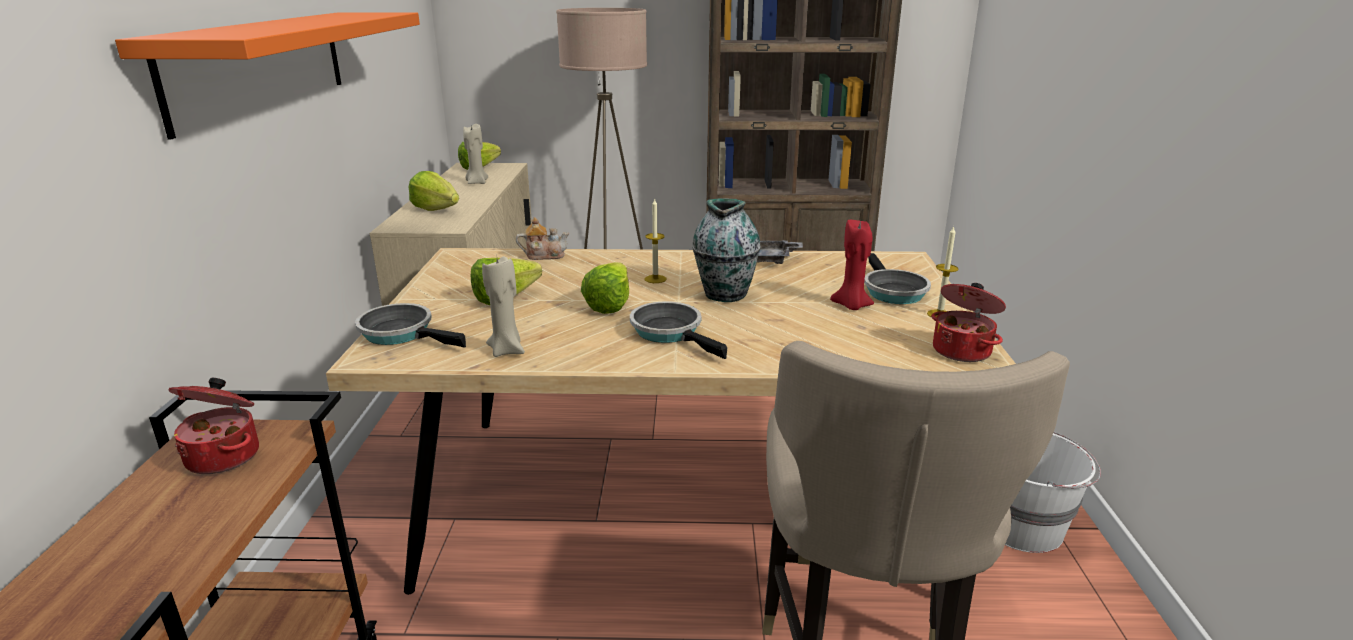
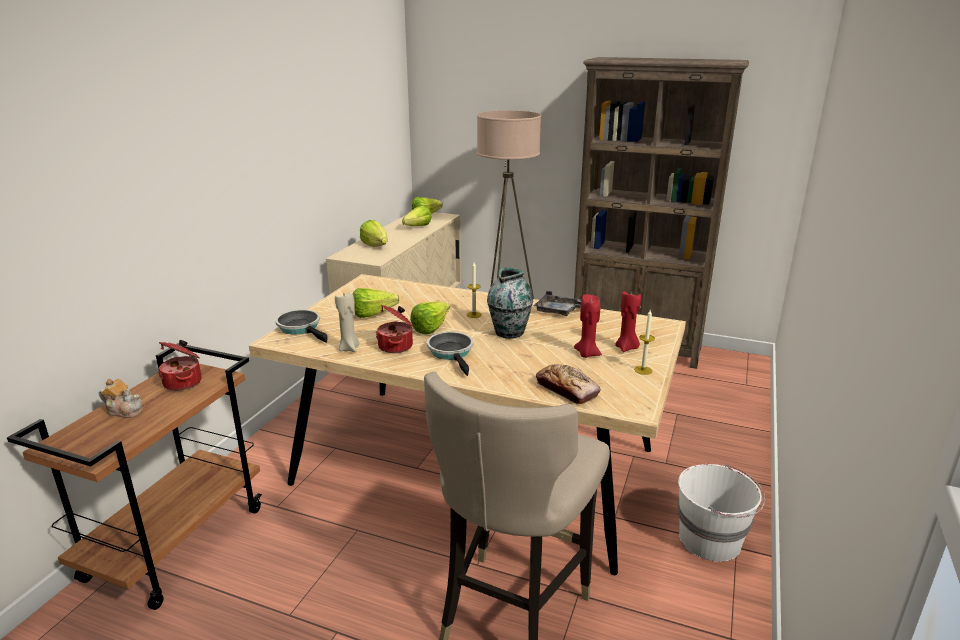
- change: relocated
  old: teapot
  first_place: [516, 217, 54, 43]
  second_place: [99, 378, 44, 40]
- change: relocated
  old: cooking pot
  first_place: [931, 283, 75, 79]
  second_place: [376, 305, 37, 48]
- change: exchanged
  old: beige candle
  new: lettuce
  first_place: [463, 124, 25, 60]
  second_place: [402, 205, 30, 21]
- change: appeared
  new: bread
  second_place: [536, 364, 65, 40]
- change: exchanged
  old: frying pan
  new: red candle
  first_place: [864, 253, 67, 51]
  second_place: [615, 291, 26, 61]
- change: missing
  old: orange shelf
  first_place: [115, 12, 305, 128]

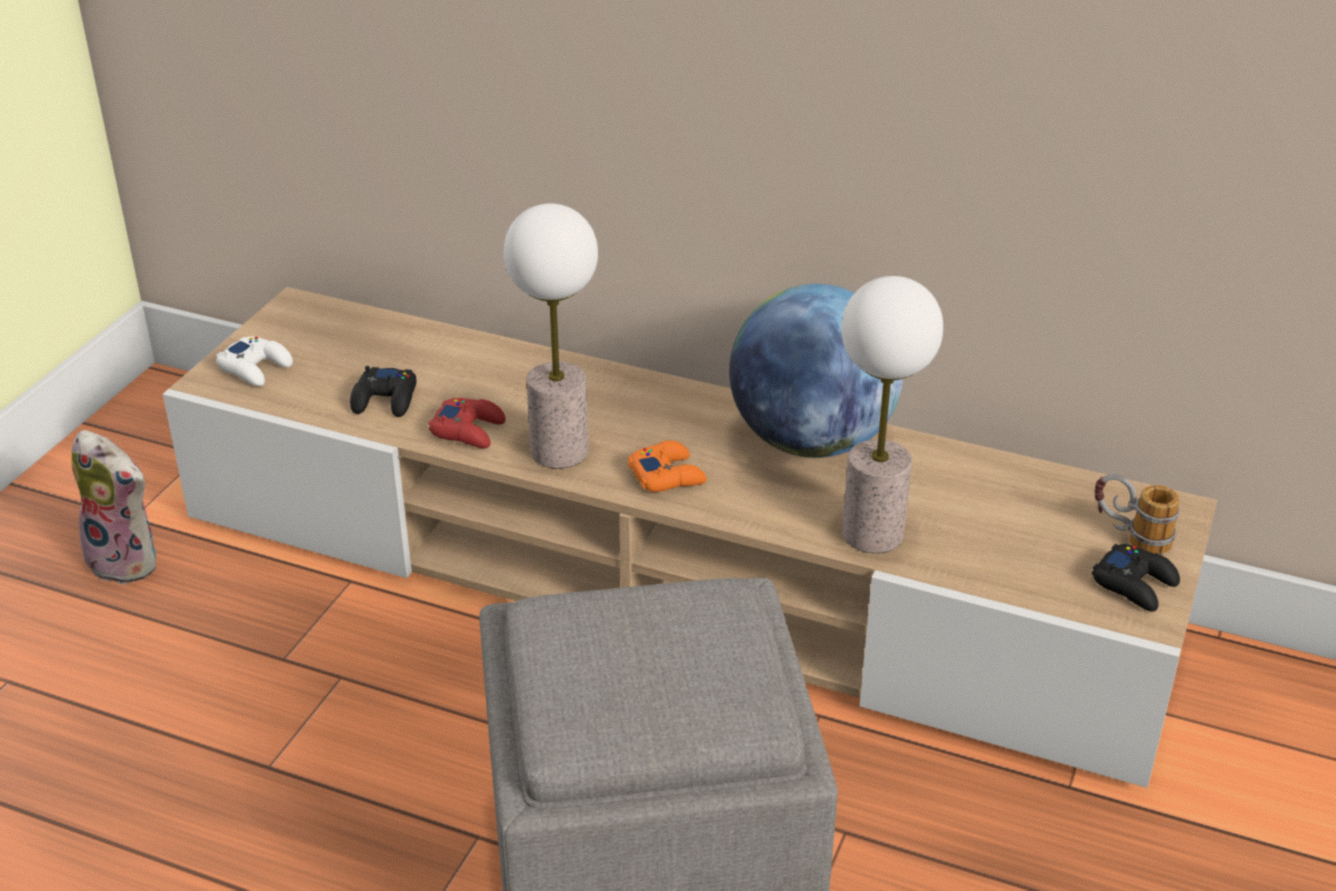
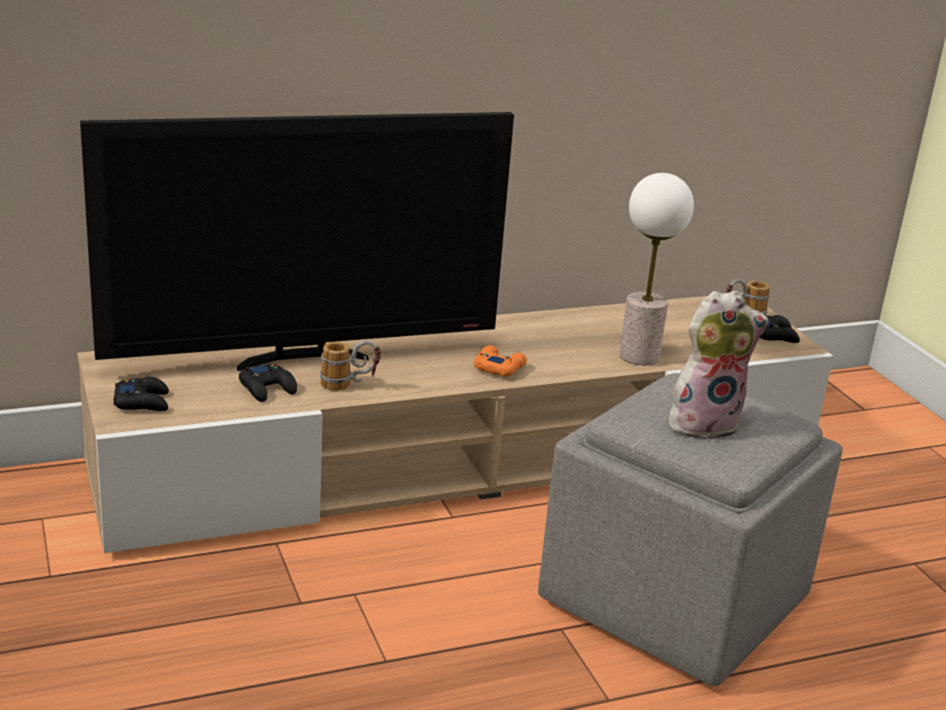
- change: appeared
  new: television
  second_place: [80, 112, 434, 259]
- change: colour
  old: white game controller
  new: black game controller
  first_place: [216, 336, 77, 50]
  second_place: [114, 377, 55, 34]
- change: exchanged
  old: red game controller
  new: mug
  first_place: [429, 398, 77, 50]
  second_place: [320, 340, 61, 51]
- change: relocated
  old: plush toy
  first_place: [72, 430, 84, 155]
  second_place: [669, 291, 100, 149]
- change: missing
  old: table lamp
  first_place: [504, 203, 94, 266]
- change: missing
  old: globe
  first_place: [729, 284, 174, 174]

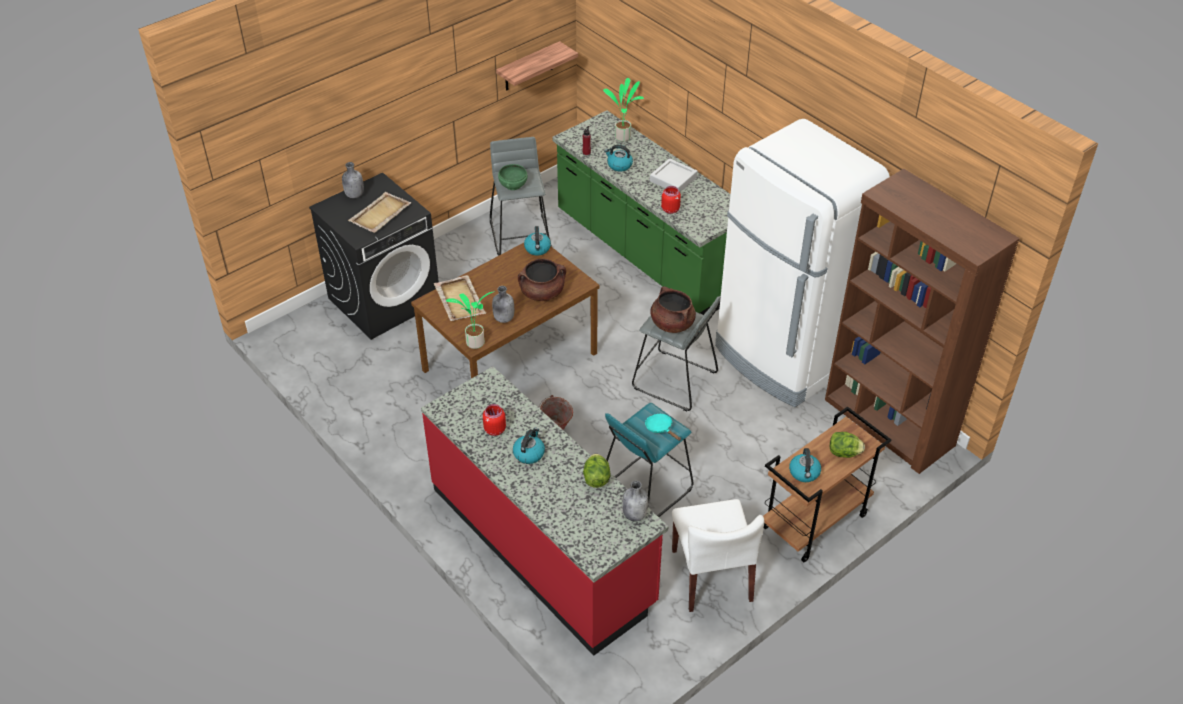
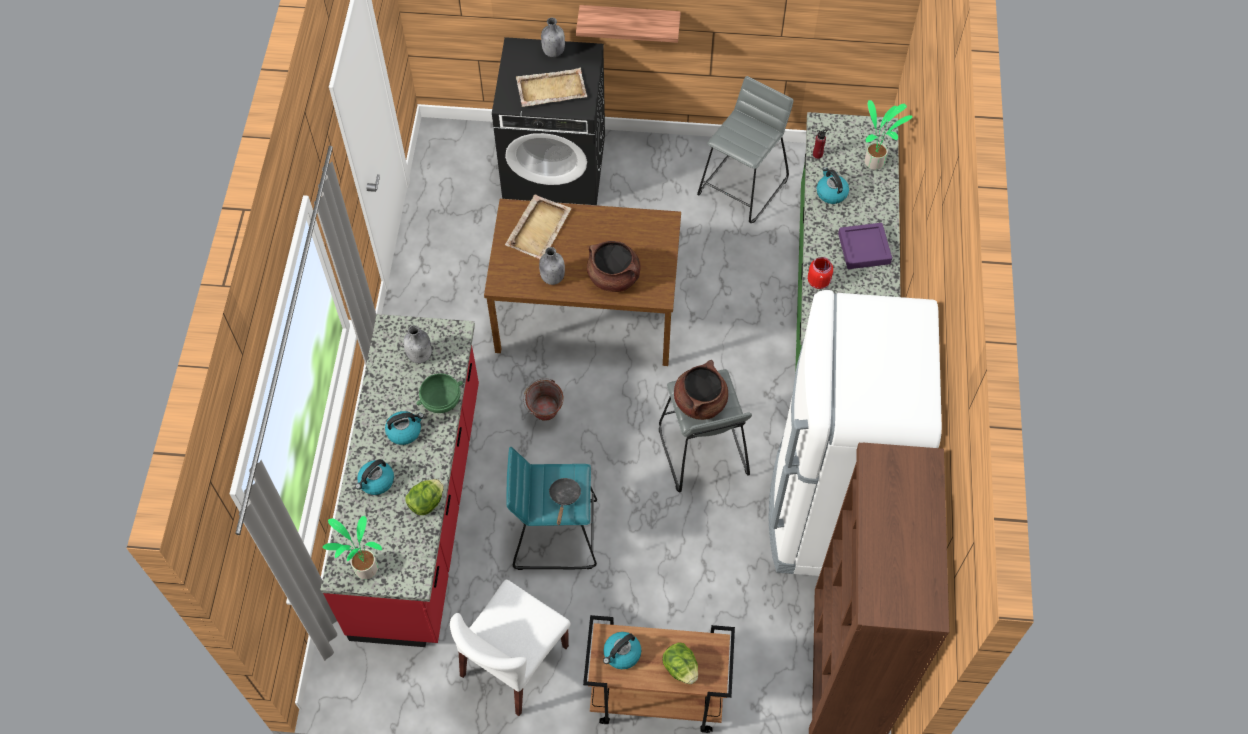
- change: relocated
  old: potted plant
  first_place: [446, 292, 47, 57]
  second_place: [323, 516, 59, 63]
- change: relocated
  old: kettle
  first_place: [524, 226, 27, 29]
  second_place: [355, 459, 39, 36]
- change: relocated
  old: grey bottle
  first_place: [622, 481, 26, 40]
  second_place: [403, 325, 29, 38]
- change: relocated
  old: green bowl
  first_place: [498, 164, 29, 26]
  second_place: [417, 373, 46, 40]
- change: colour
  old: turquoise frying pan
  new: black frying pan
  first_place: [645, 414, 36, 27]
  second_place: [549, 478, 32, 47]
- change: relocated
  old: shelf
  first_place: [496, 41, 82, 49]
  second_place: [576, 5, 105, 38]
- change: colour
  old: grey tray
  new: purple tray
  first_place: [650, 158, 47, 34]
  second_place: [838, 223, 54, 46]
- change: missing
  old: red jar
  first_place: [483, 404, 23, 32]

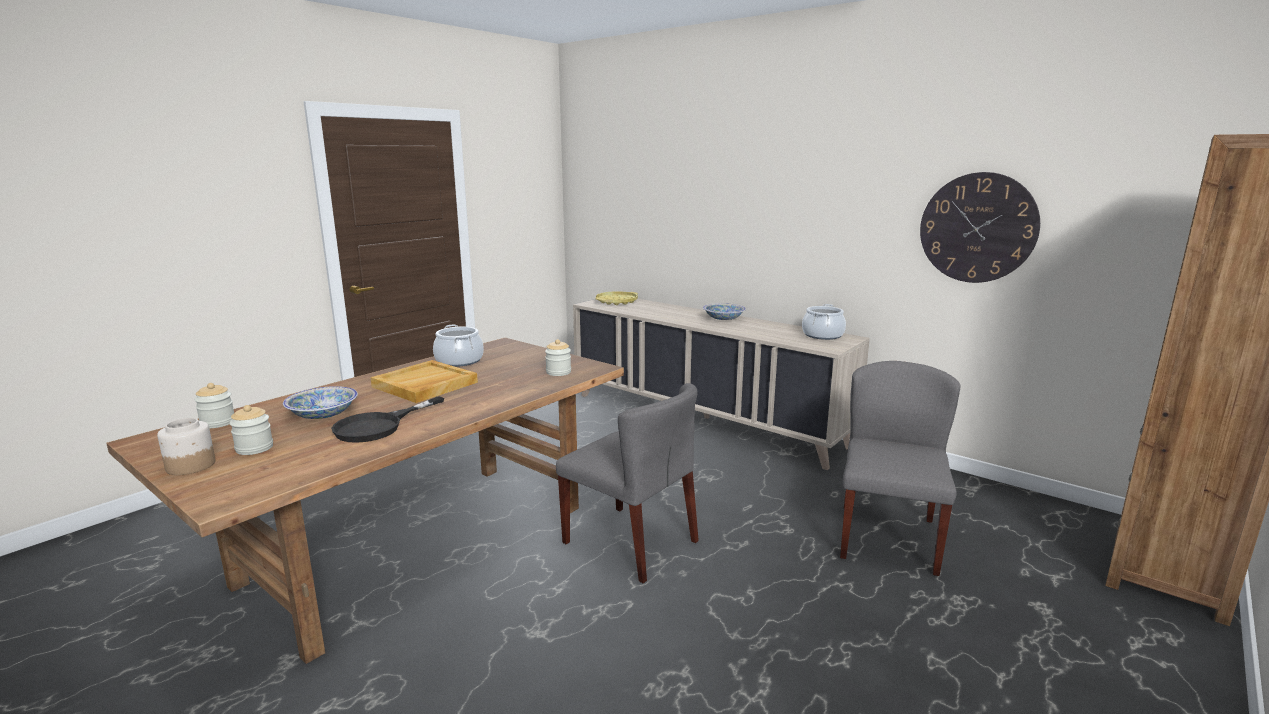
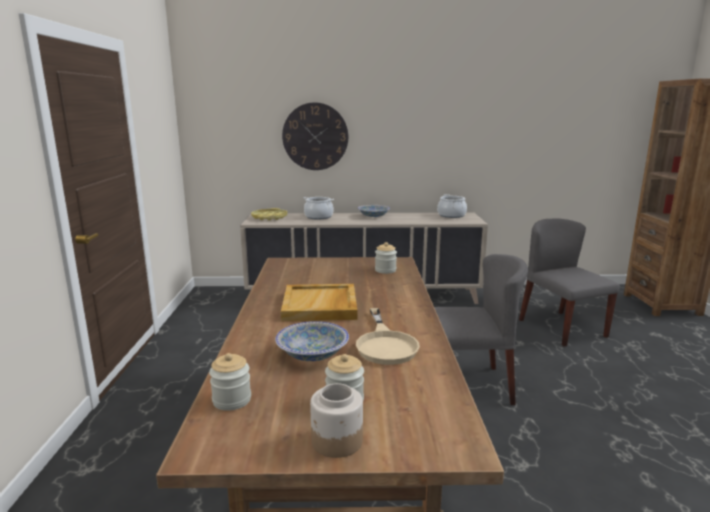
- change: relocated
  old: wall clock
  first_place: [920, 172, 120, 111]
  second_place: [282, 102, 66, 68]
- change: relocated
  old: cooking pot
  first_place: [433, 325, 51, 42]
  second_place: [303, 197, 31, 23]
- change: colour
  old: black frying pan
  new: beige frying pan
  first_place: [331, 396, 113, 47]
  second_place: [356, 308, 64, 57]

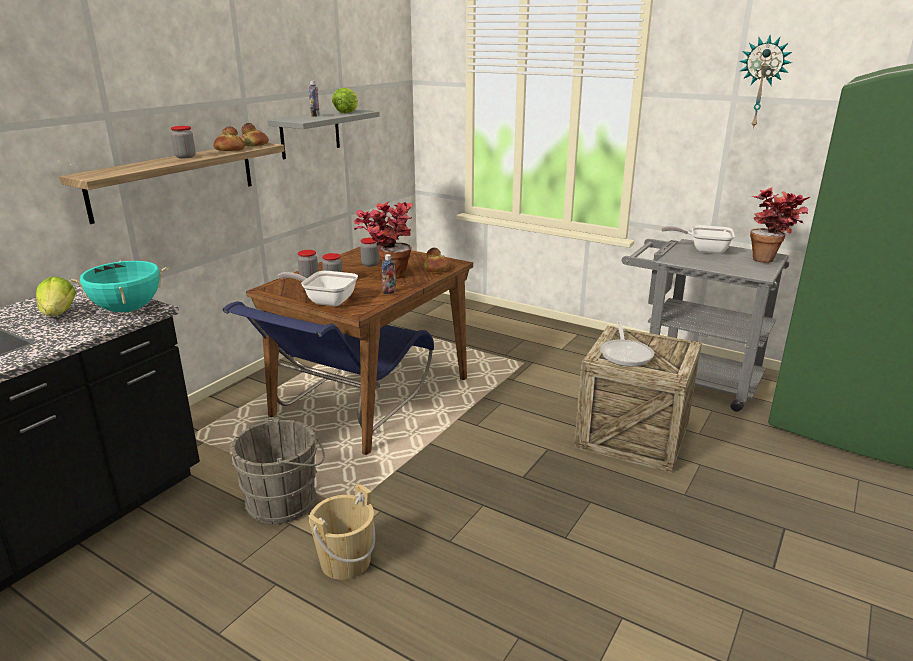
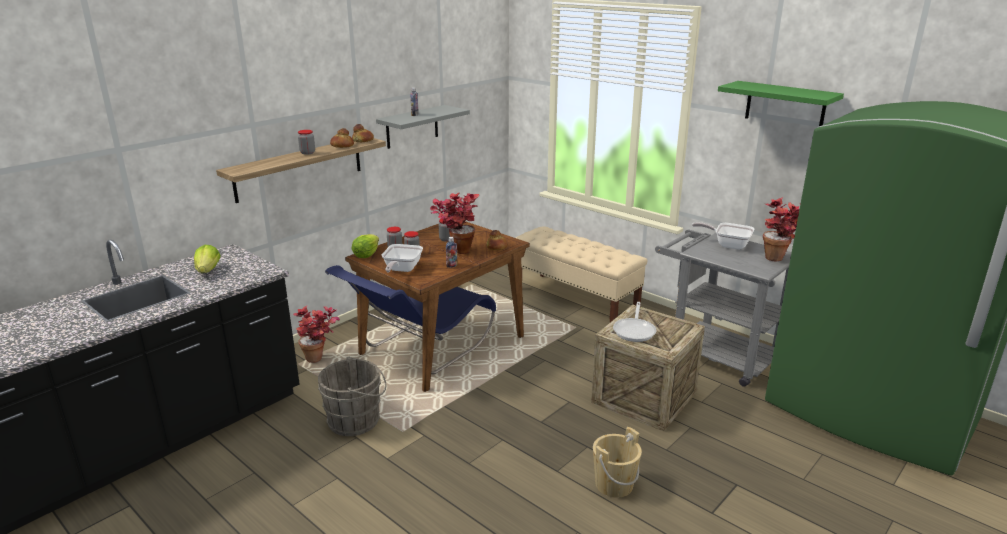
- change: appeared
  new: potted plant
  second_place: [293, 306, 47, 57]
- change: relocated
  old: lettuce
  first_place: [332, 88, 26, 25]
  second_place: [352, 234, 27, 24]
- change: spun
  old: frying pan
  first_place: [278, 271, 80, 35]
  second_place: [382, 244, 41, 28]
  degrees: -105
- change: appeared
  new: beige bench
  second_place: [516, 226, 131, 96]
- change: relocated
  old: beige bucket
  first_place: [309, 484, 66, 96]
  second_place: [593, 427, 49, 71]
- change: exchanged
  old: wall clock
  new: green shelf
  first_place: [739, 35, 53, 94]
  second_place: [718, 81, 126, 45]
- change: missing
  old: turquoise cooking pot
  first_place: [69, 261, 99, 51]

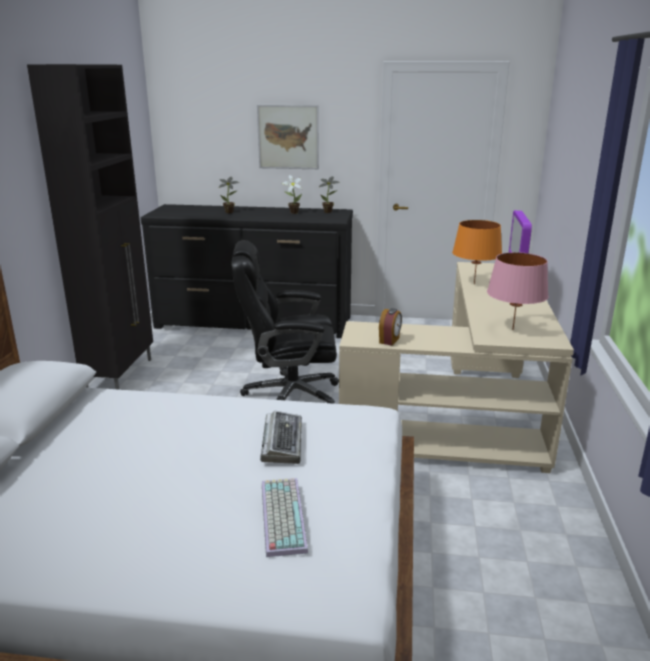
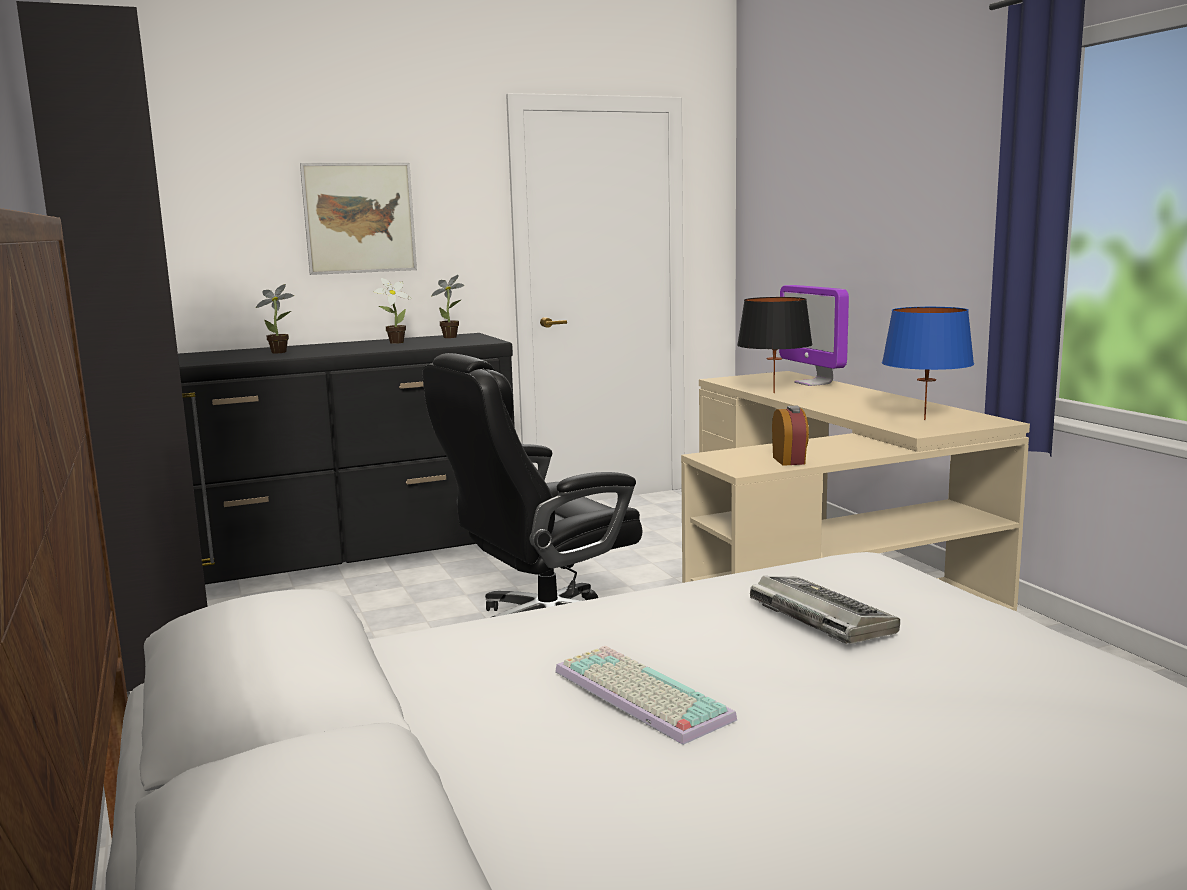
- change: relocated
  old: keyboard
  first_place: [262, 478, 46, 79]
  second_place: [555, 646, 182, 99]
- change: colour
  old: orange table lamp
  new: black table lamp
  first_place: [452, 220, 50, 64]
  second_place: [737, 297, 76, 96]
- change: colour
  old: pink table lamp
  new: blue table lamp
  first_place: [487, 252, 62, 78]
  second_place: [882, 307, 92, 113]

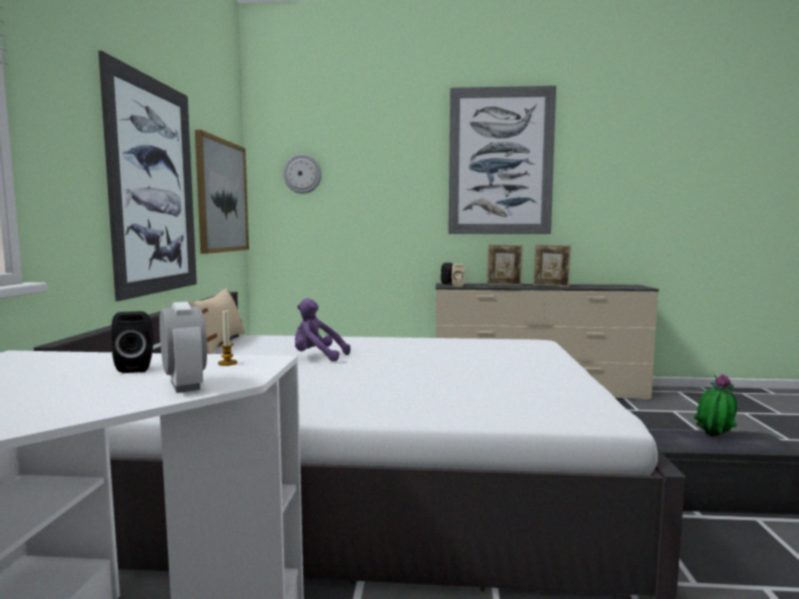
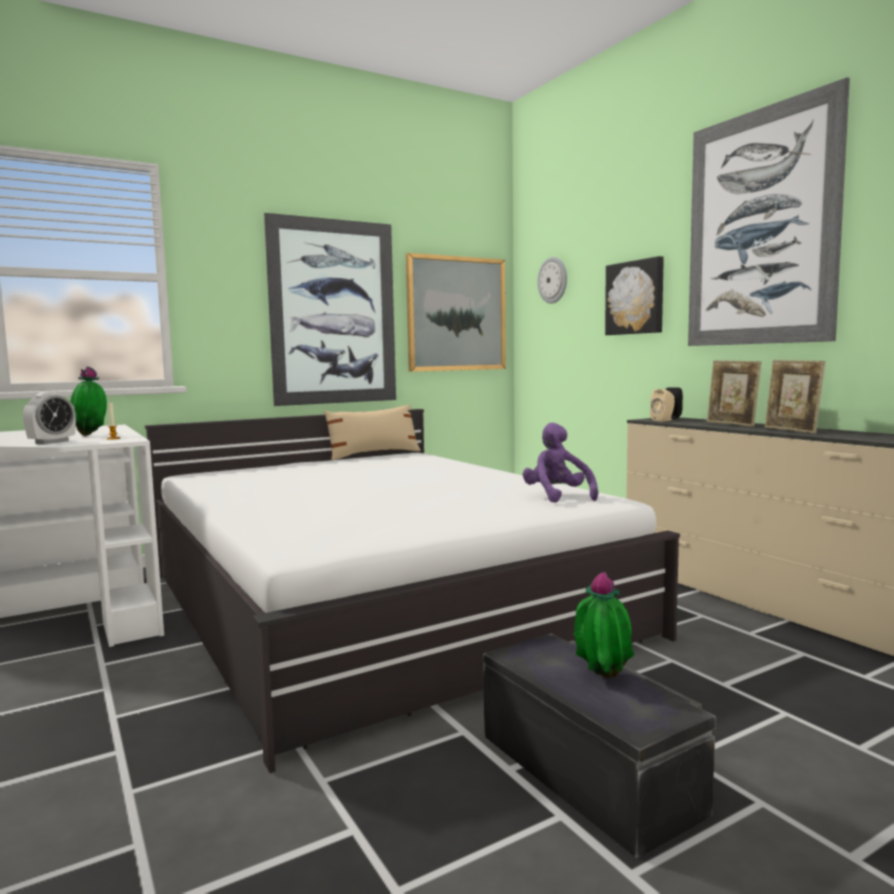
- change: exchanged
  old: black speaker
  new: potted plant
  first_place: [111, 311, 43, 62]
  second_place: [70, 366, 37, 70]
- change: relocated
  old: purple plush toy
  first_place: [295, 298, 55, 63]
  second_place: [522, 423, 76, 80]
- change: appeared
  new: picture
  second_place: [605, 256, 59, 79]

